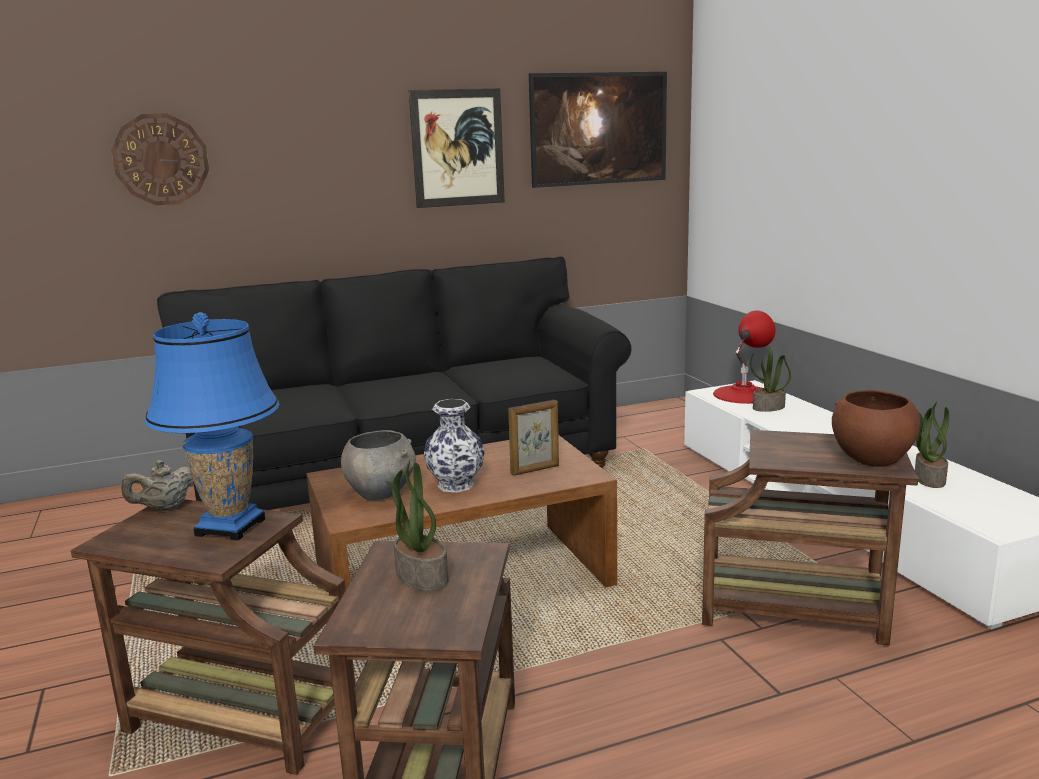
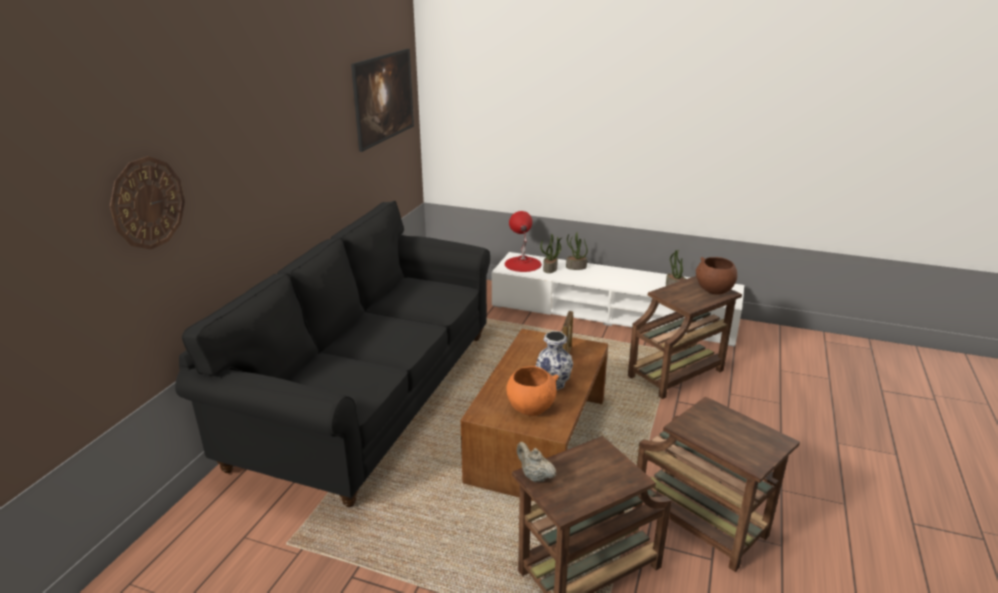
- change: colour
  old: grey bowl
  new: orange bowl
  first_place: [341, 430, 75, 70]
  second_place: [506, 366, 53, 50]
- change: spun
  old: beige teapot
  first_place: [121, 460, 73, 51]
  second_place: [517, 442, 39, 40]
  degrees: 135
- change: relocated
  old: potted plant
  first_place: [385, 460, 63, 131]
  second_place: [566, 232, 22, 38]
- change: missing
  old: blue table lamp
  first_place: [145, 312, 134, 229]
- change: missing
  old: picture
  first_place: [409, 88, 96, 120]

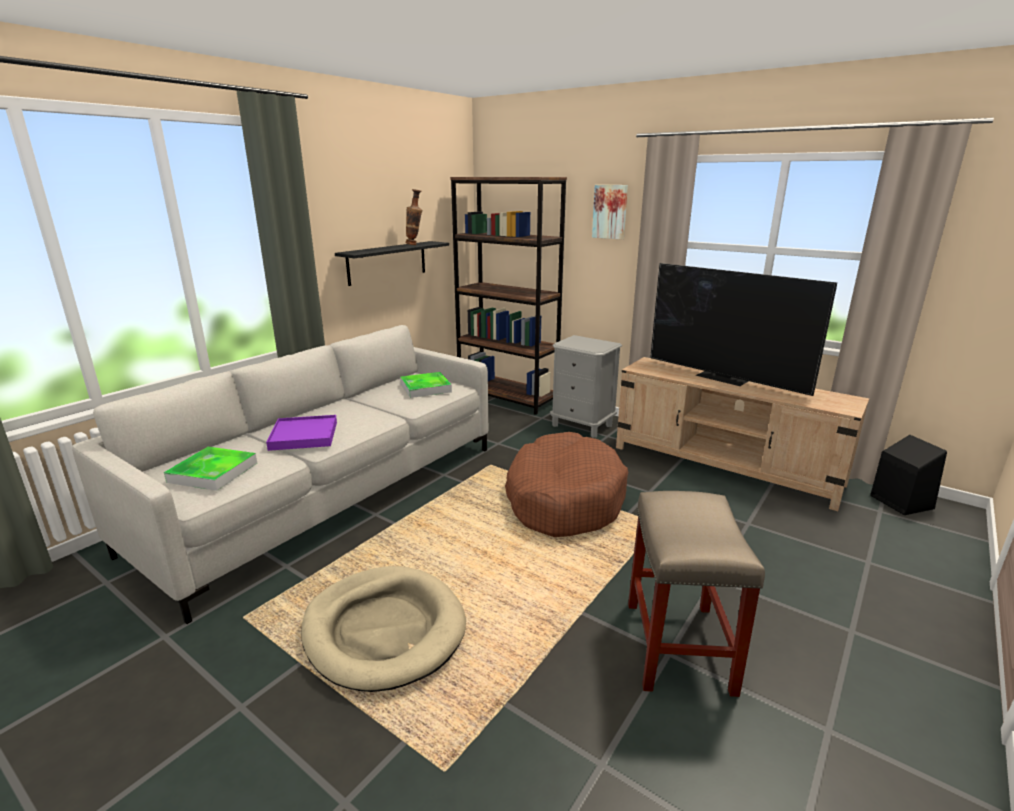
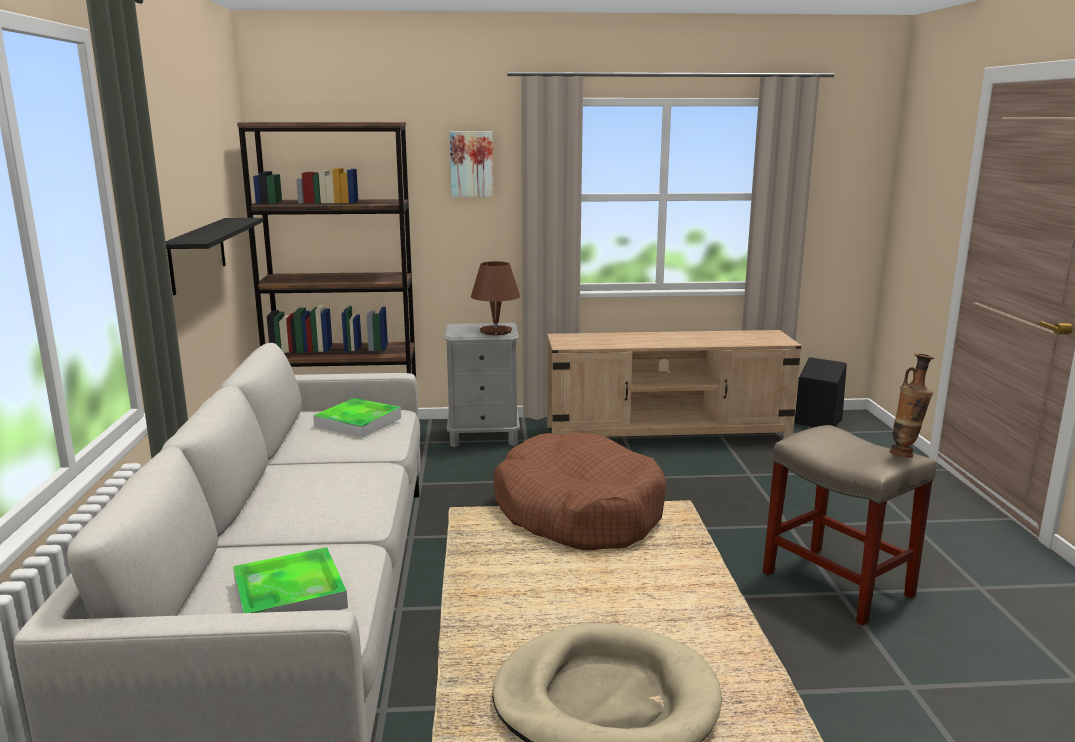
- change: appeared
  new: brown table lamp
  second_place: [471, 261, 49, 74]
- change: relocated
  old: vase
  first_place: [405, 189, 17, 56]
  second_place: [890, 353, 45, 105]
- change: missing
  old: purple tray
  first_place: [266, 415, 71, 36]
- change: missing
  old: television
  first_place: [650, 263, 187, 133]

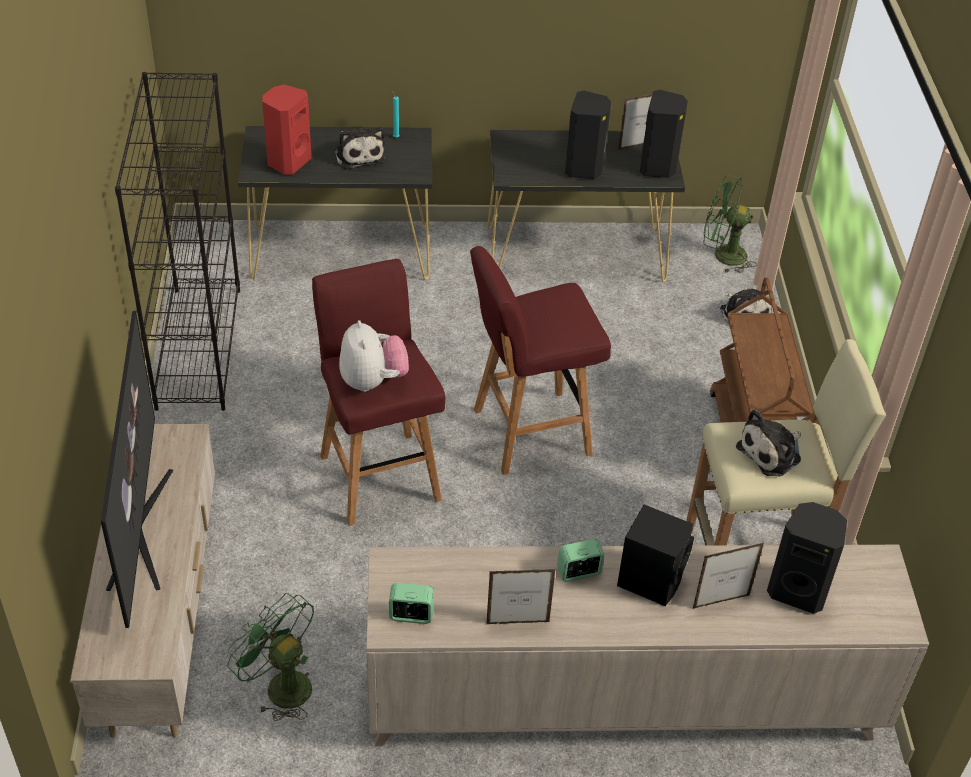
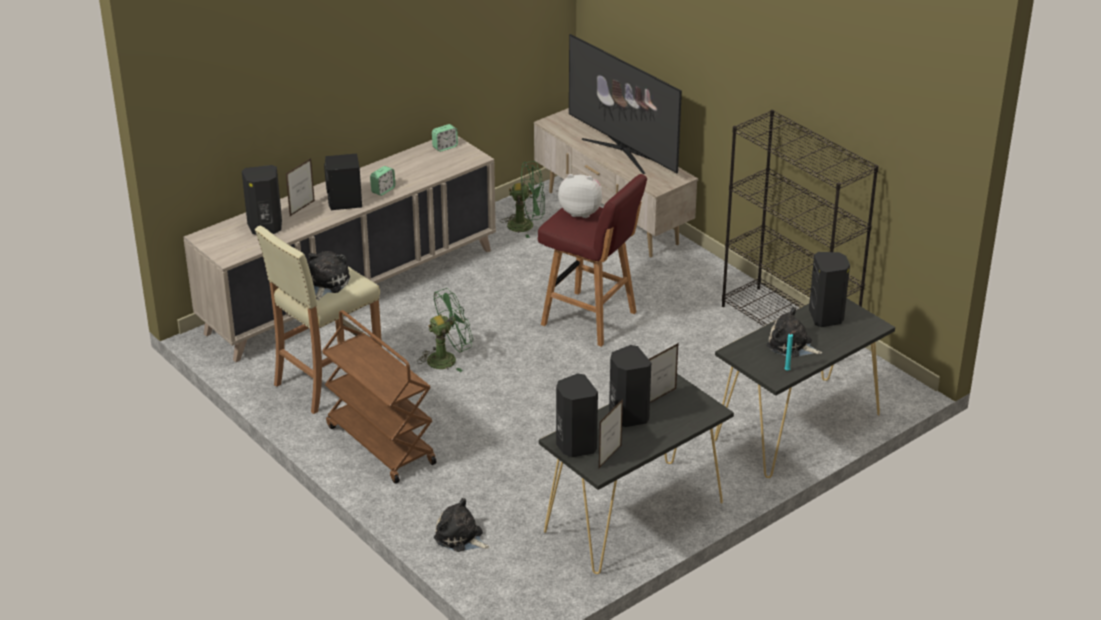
- change: relocated
  old: green fan
  first_place: [703, 174, 54, 99]
  second_place: [417, 288, 56, 84]
- change: spun
  old: plush toy
  first_place: [339, 320, 70, 72]
  second_place: [558, 174, 44, 44]
  degrees: 150
- change: relocated
  old: picture frame
  first_place: [486, 569, 69, 55]
  second_place: [649, 343, 29, 60]
- change: colour
  old: red speaker
  new: black speaker
  first_place: [262, 85, 50, 90]
  second_place: [809, 252, 41, 75]
- change: missing
  old: red stool
  first_place: [470, 246, 141, 229]

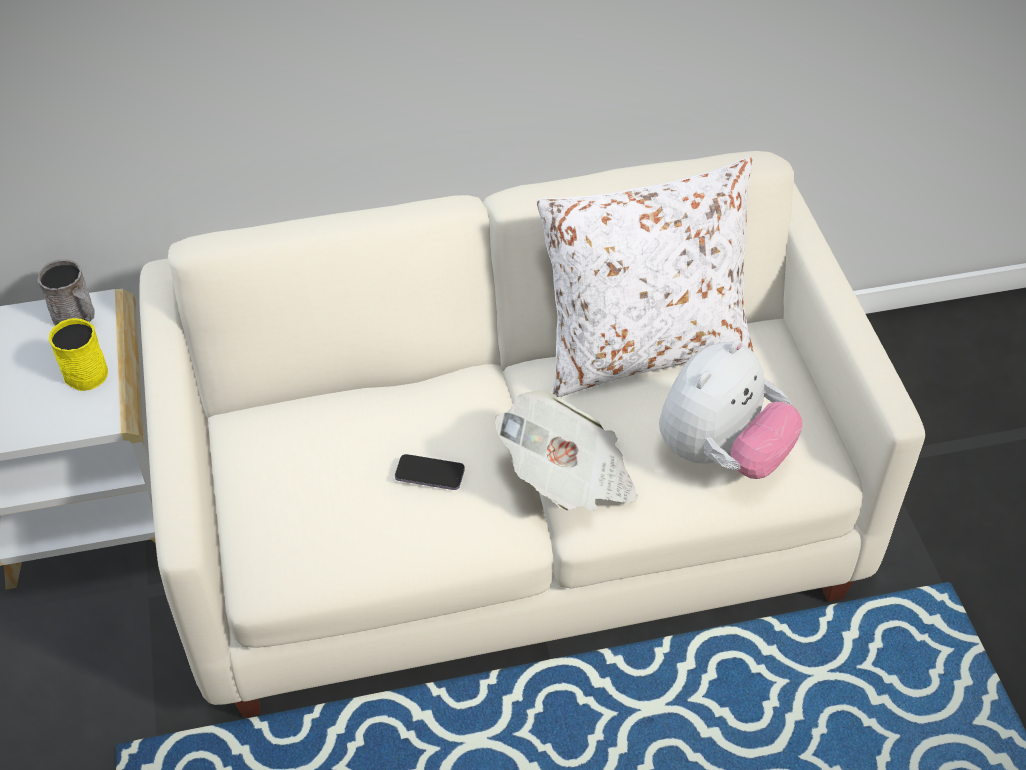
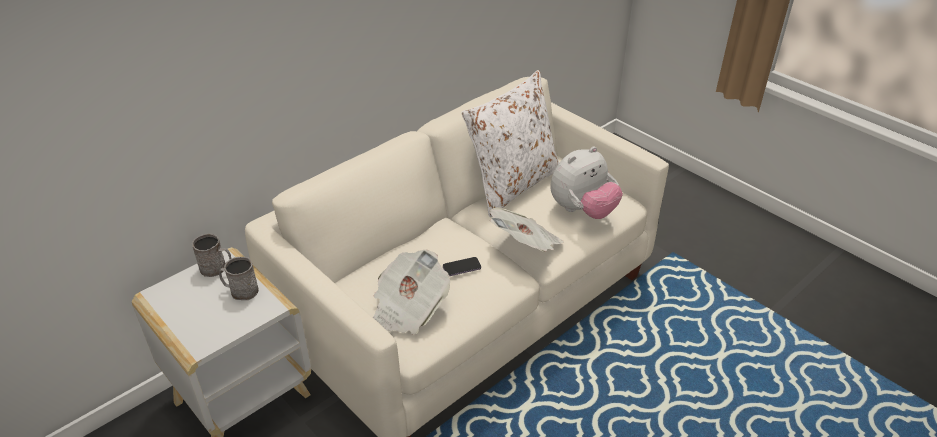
- change: colour
  old: yellow mug
  new: grey mug
  first_place: [49, 318, 59, 73]
  second_place: [219, 257, 40, 43]
- change: appeared
  new: newspaper
  second_place: [373, 250, 77, 84]
- change: spun
  old: plush toy
  first_place: [659, 339, 144, 140]
  second_place: [550, 146, 73, 73]
  degrees: 45

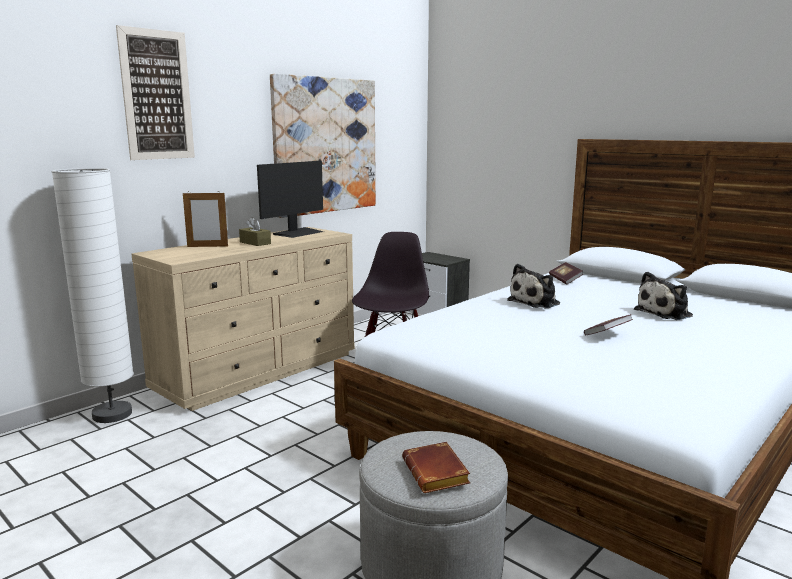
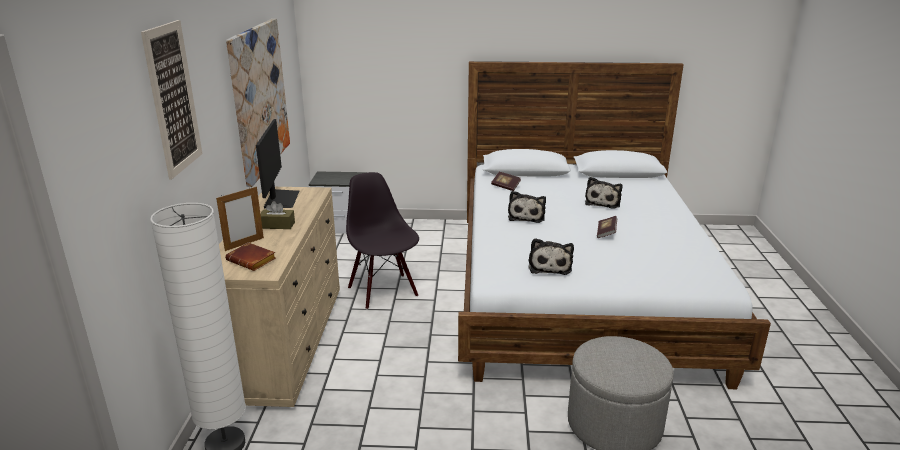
- change: relocated
  old: brown book
  first_place: [402, 442, 68, 51]
  second_place: [225, 242, 51, 29]
- change: appeared
  new: plush toy
  second_place: [528, 238, 46, 37]

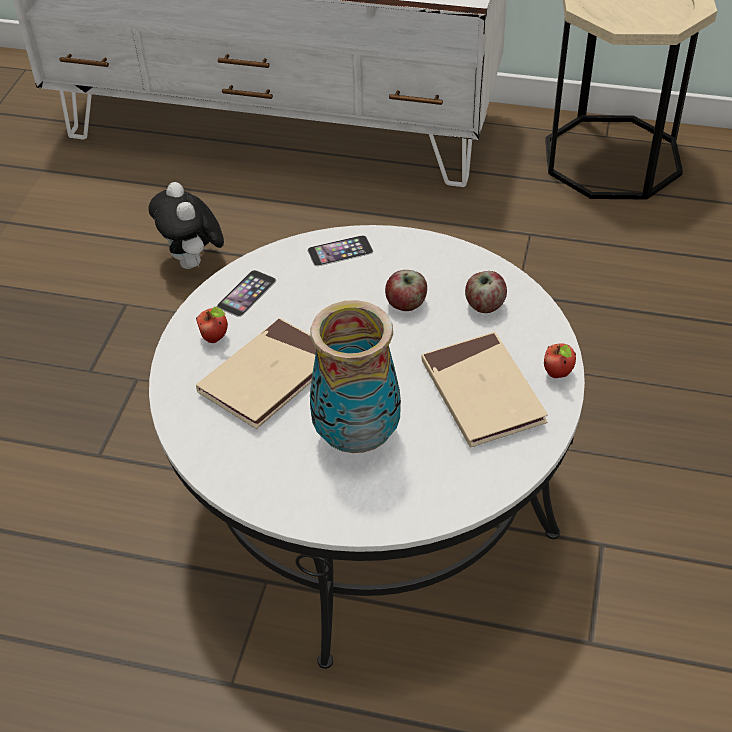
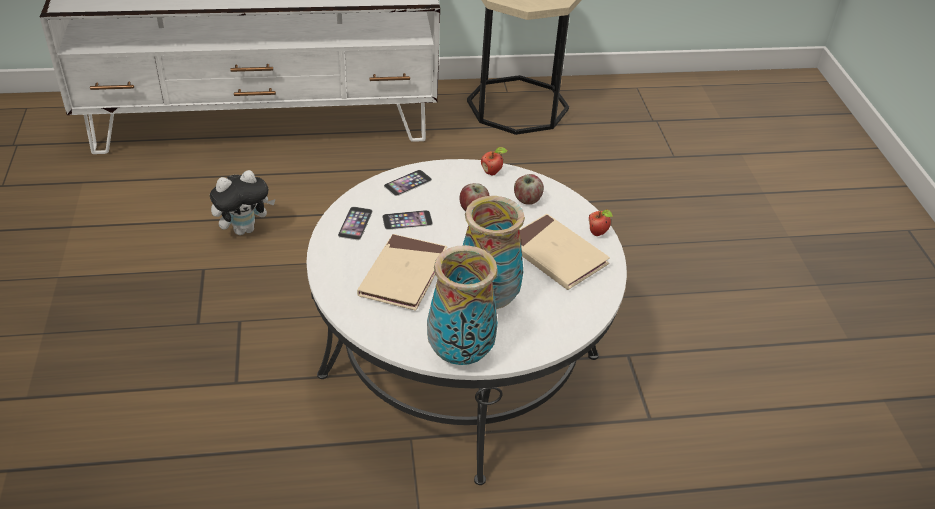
- change: spun
  old: plush toy
  first_place: [149, 182, 75, 87]
  second_place: [210, 170, 65, 65]
  degrees: -75
- change: appeared
  new: phone
  second_place: [382, 210, 51, 20]
- change: appeared
  new: vase
  second_place: [427, 245, 71, 120]
- change: relocated
  old: apple
  first_place: [196, 307, 32, 36]
  second_place: [481, 147, 27, 29]

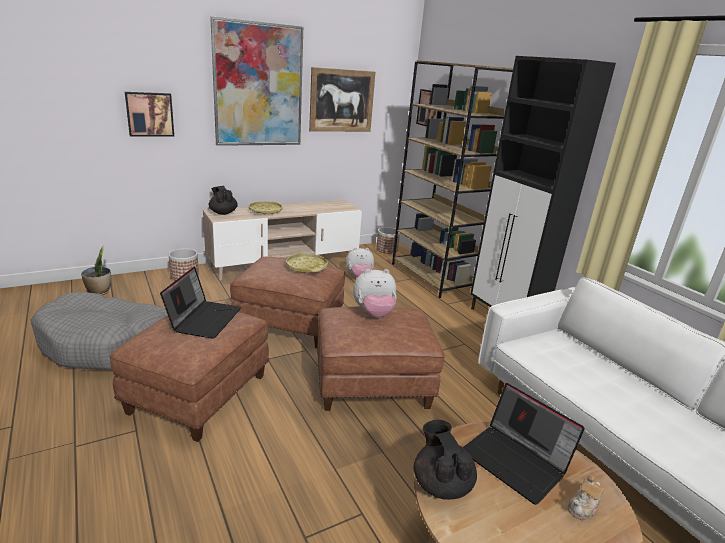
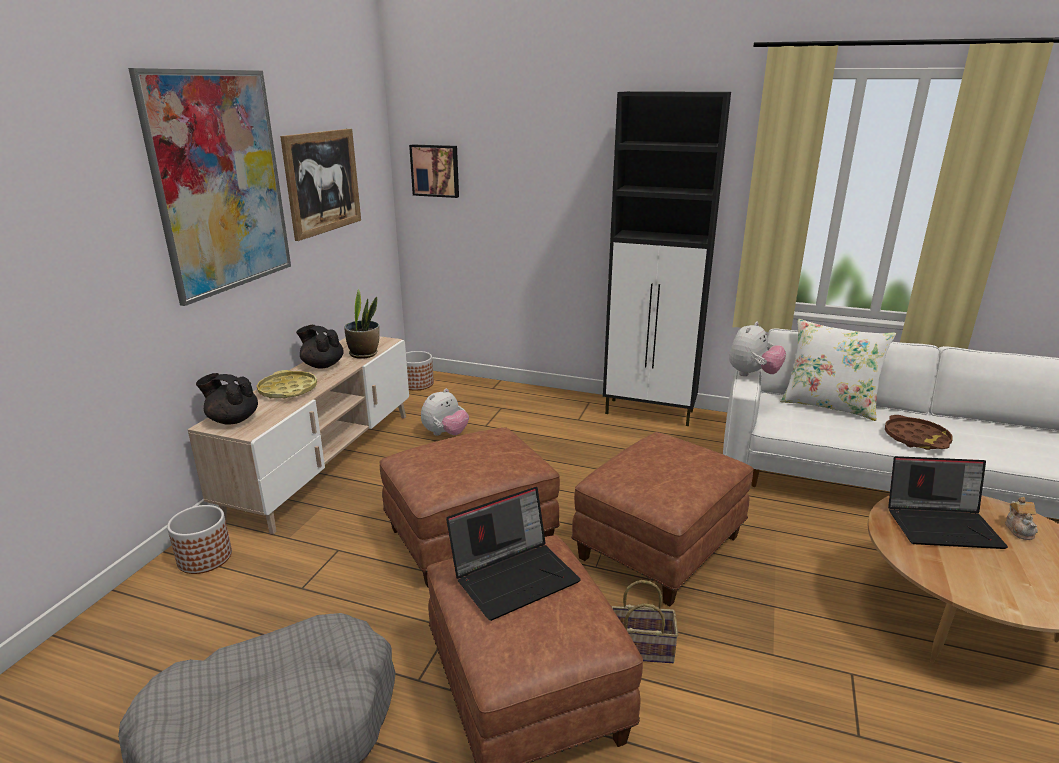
- change: relocated
  old: black teapot
  first_place: [414, 420, 63, 80]
  second_place: [296, 325, 48, 43]
- change: relocated
  old: potted plant
  first_place: [81, 245, 30, 50]
  second_place: [344, 289, 36, 70]
- change: spun
  old: laptop
  first_place: [160, 267, 81, 72]
  second_place: [446, 487, 134, 134]
  degrees: 90
- change: appeared
  new: basket
  second_place: [611, 580, 68, 83]
- change: relocated
  old: plush toy
  first_place: [353, 269, 44, 49]
  second_place: [729, 321, 57, 55]
- change: appeared
  new: white pillow
  second_place: [780, 319, 116, 102]
- change: appeared
  new: brown tray
  second_place: [885, 415, 68, 35]
- change: missing
  old: picture
  first_place: [125, 92, 49, 45]
- change: missing
  old: yellow tray
  first_place: [286, 252, 42, 22]
- change: missing
  old: brown bookcase
  first_place: [392, 60, 121, 238]

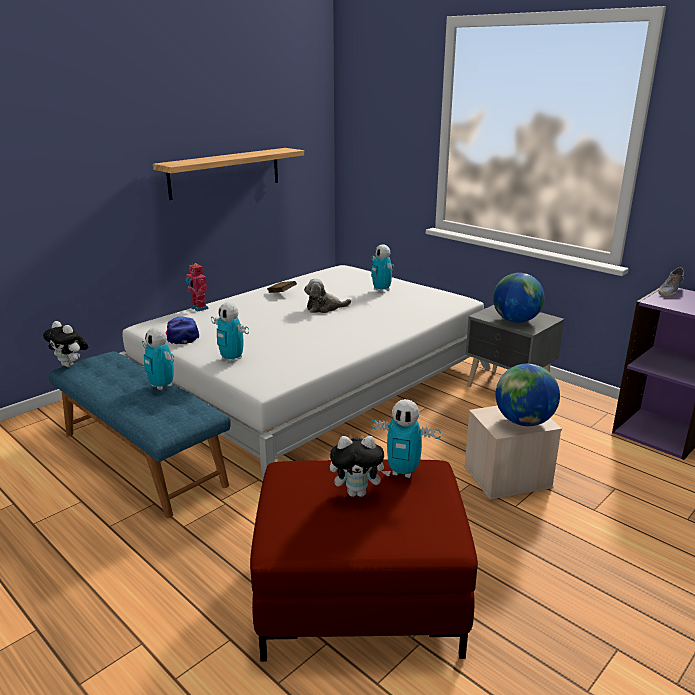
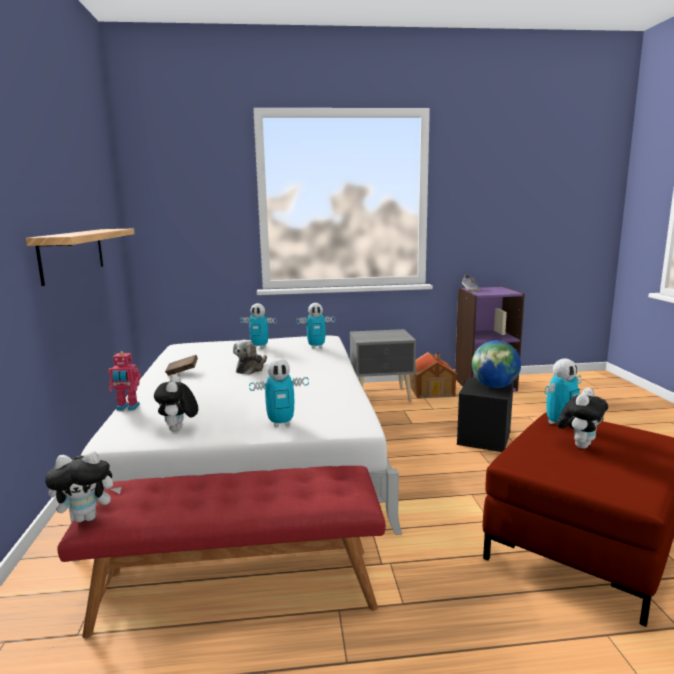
- change: colour
  old: blue bench
  new: red bench
  first_place: [48, 351, 183, 167]
  second_place: [57, 466, 329, 172]
- change: exchanged
  old: cap
  new: plush toy
  first_place: [166, 316, 33, 28]
  second_place: [154, 375, 44, 57]
- change: relocated
  old: toy robot
  first_place: [142, 327, 32, 63]
  second_place: [296, 303, 39, 46]
- change: appeared
  new: toy house
  second_place: [409, 352, 48, 46]
- change: colour
  old: beige storage box
  new: black storage box
  first_place: [464, 406, 98, 94]
  second_place: [457, 377, 57, 75]
- change: missing
  old: globe
  first_place: [493, 273, 51, 50]

